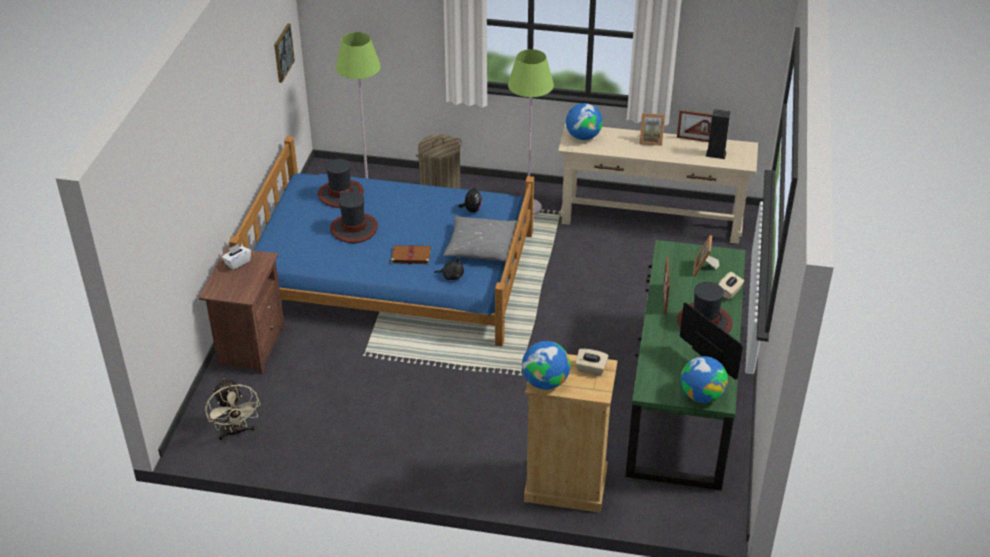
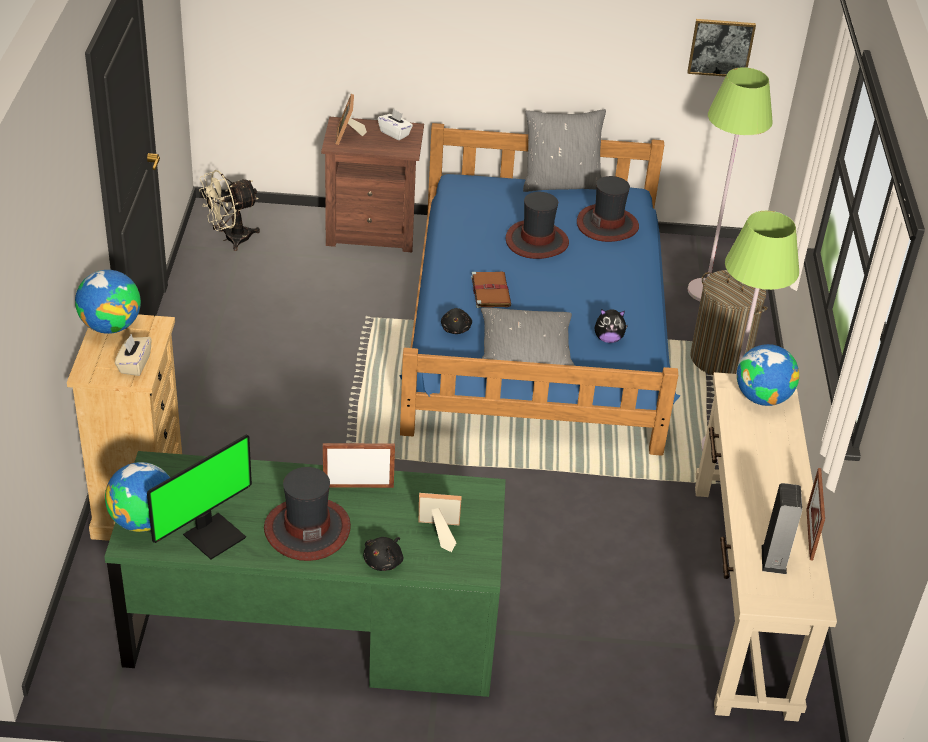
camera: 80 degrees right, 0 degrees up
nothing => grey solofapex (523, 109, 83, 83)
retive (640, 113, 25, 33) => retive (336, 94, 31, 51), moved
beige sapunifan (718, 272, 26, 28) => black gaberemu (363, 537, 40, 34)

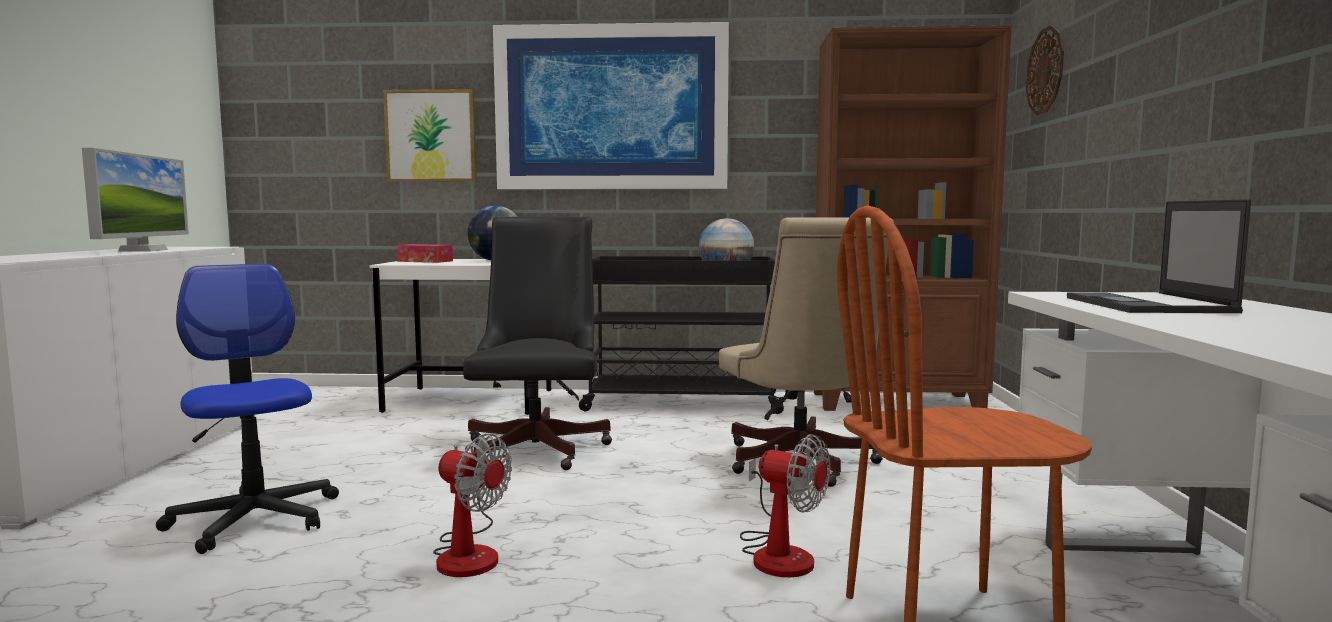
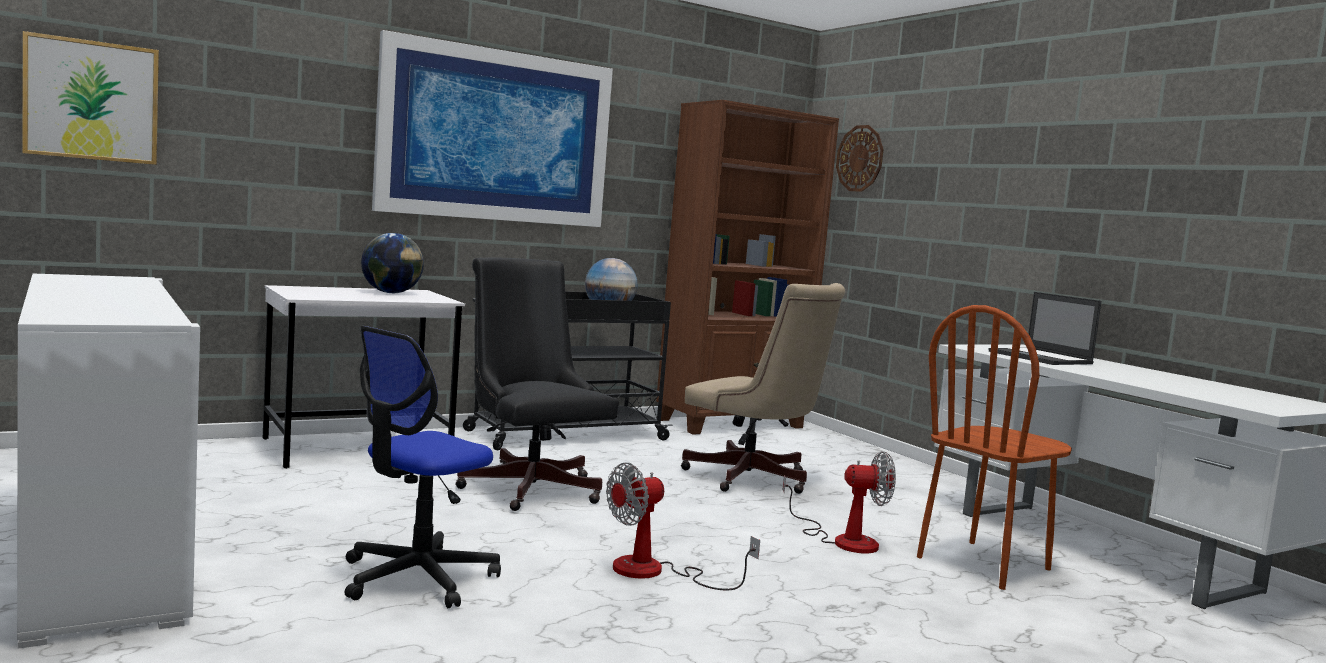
camera: 35 degrees left, 0 degrees up
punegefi (82, 148, 107, 104) => nothing
sapunifan (397, 244, 56, 19) => nothing
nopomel (383, 89, 94, 93) => nopomel (22, 31, 137, 134), moved
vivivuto (156, 264, 183, 290) => vivivuto (344, 326, 157, 282), 75 degrees counterclockwise
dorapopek (433, 434, 79, 143) => dorapopek (606, 463, 154, 128), 150 degrees clockwise

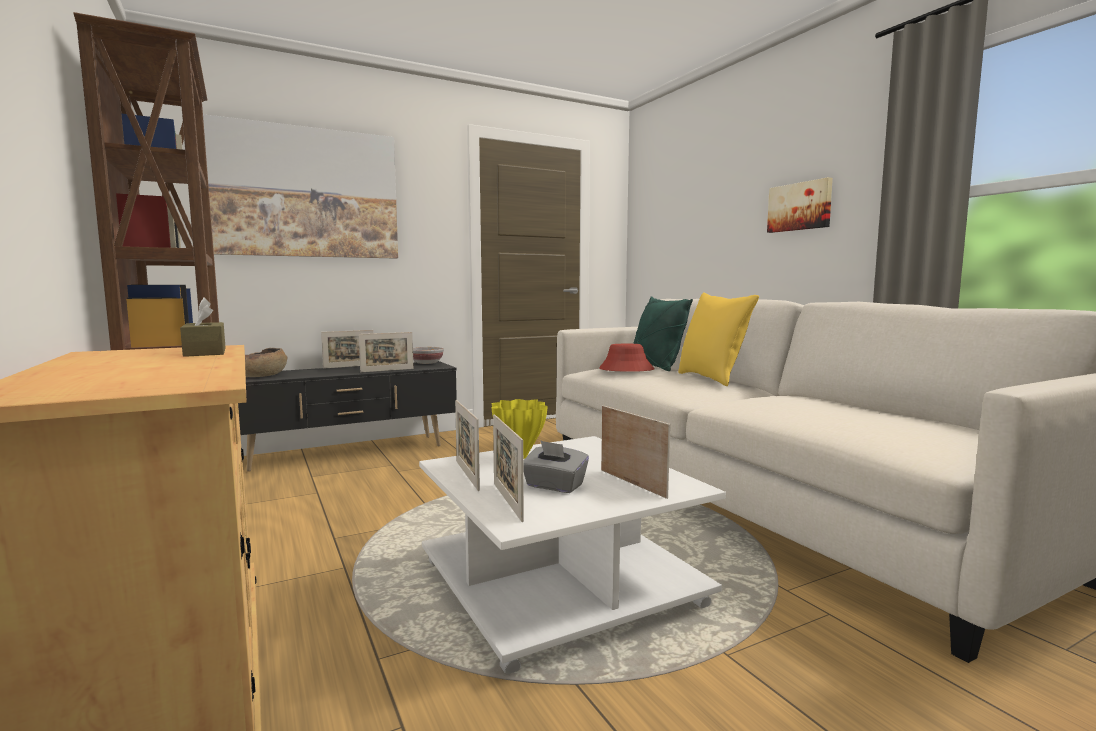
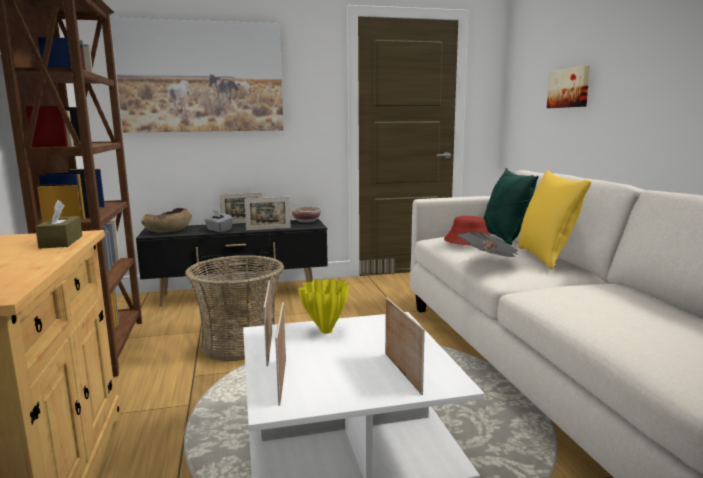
camera: 15 degrees right, 5 degrees up
nothing => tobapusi (185, 255, 99, 106)
nothing => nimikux (458, 232, 59, 25)
grey sapunifan (523, 440, 66, 53) => grey sapunifan (205, 210, 28, 22), moved
nopomel (767, 177, 66, 56) => nopomel (547, 66, 43, 42), moved

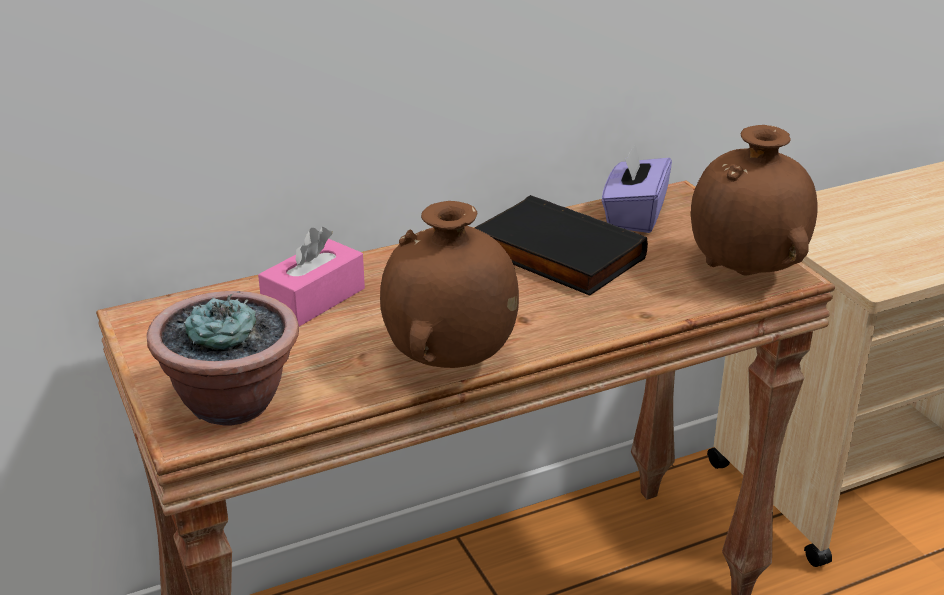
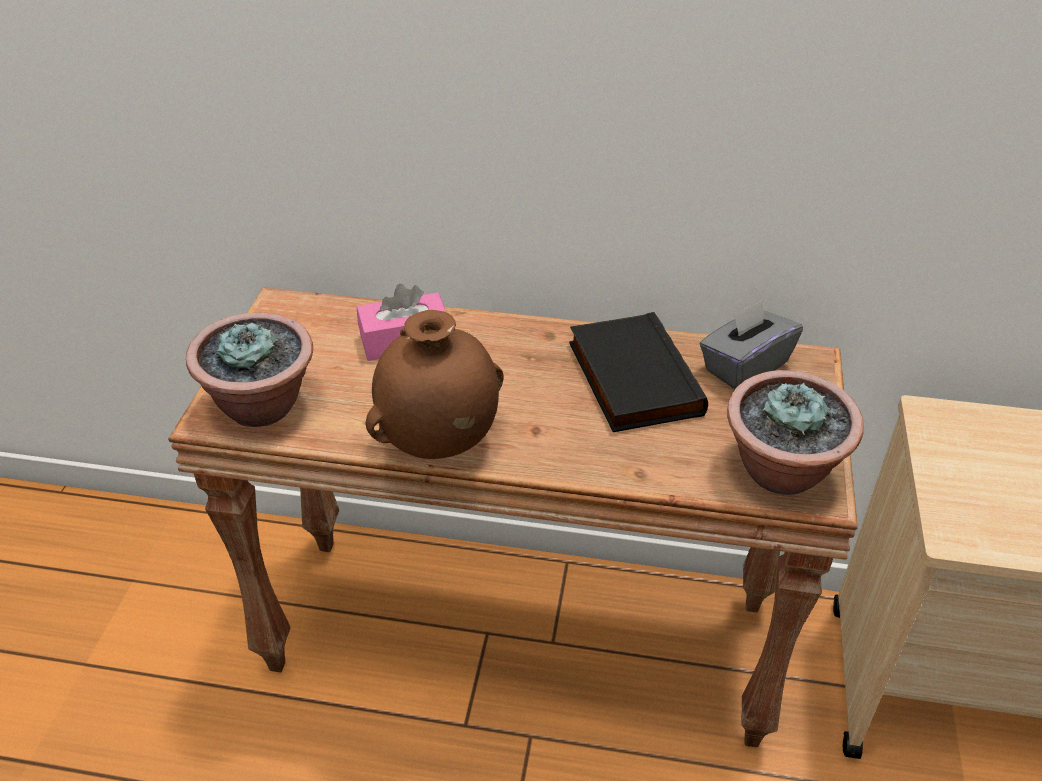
camera: 35 degrees right, 10 degrees up
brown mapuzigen (691, 125, 126, 151) => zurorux (727, 370, 137, 125)
purple sapunifan (602, 144, 70, 89) => grey sapunifan (700, 300, 103, 89)

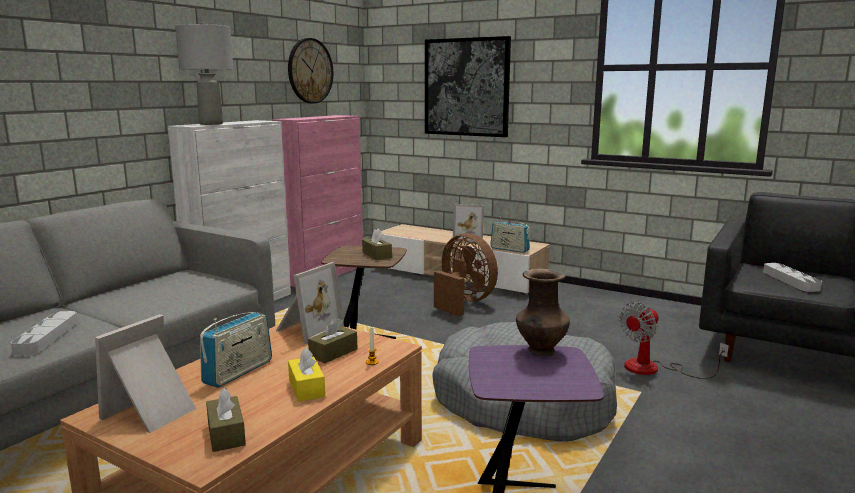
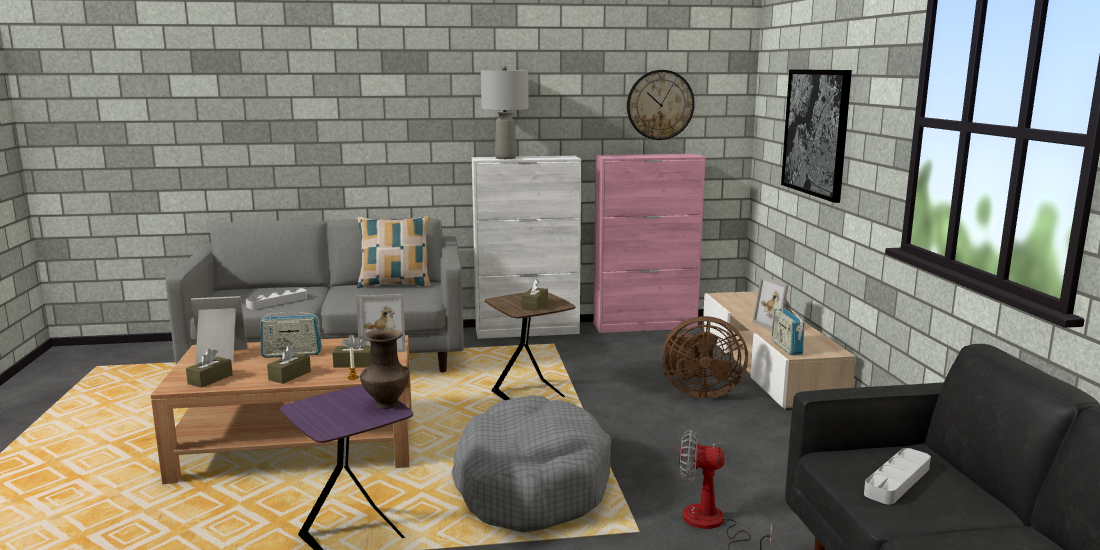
camera: 50 degrees right, 0 degrees up
nothing => solofapex (357, 216, 73, 72)
yellow sapunifan (288, 348, 37, 54) => brown sapunifan (267, 345, 44, 39)
brown dorapopek (434, 233, 64, 83) => brown dorapopek (662, 316, 86, 83), 90 degrees clockwise

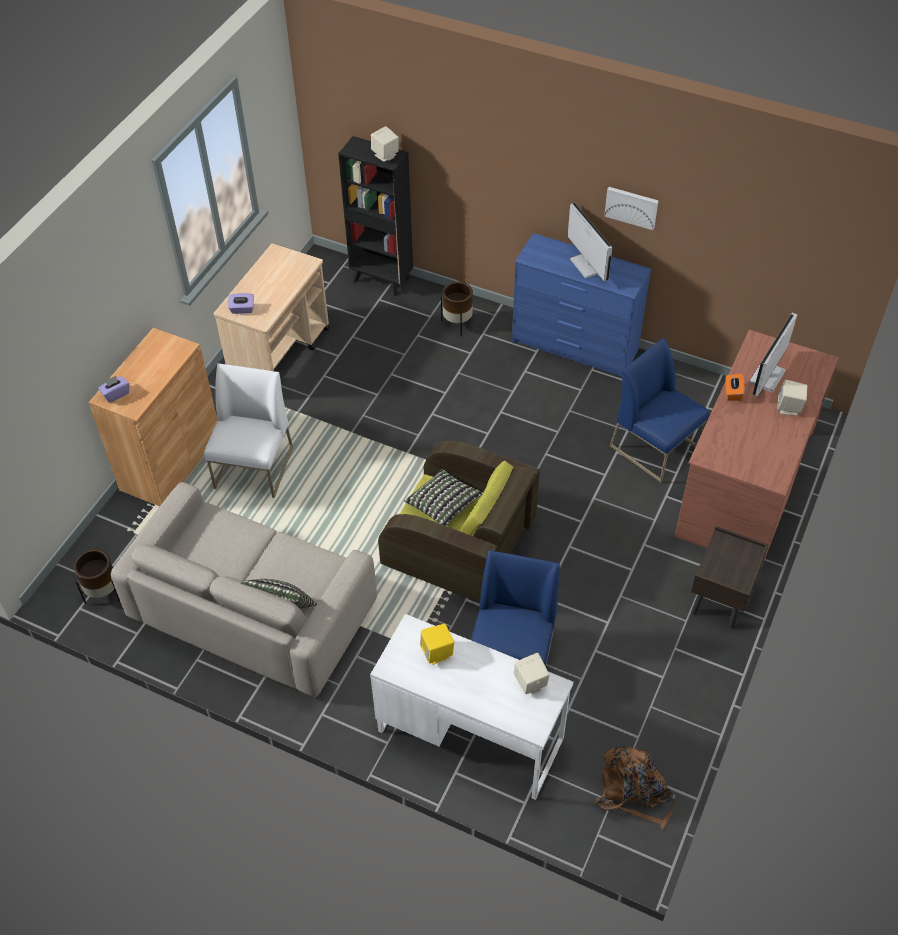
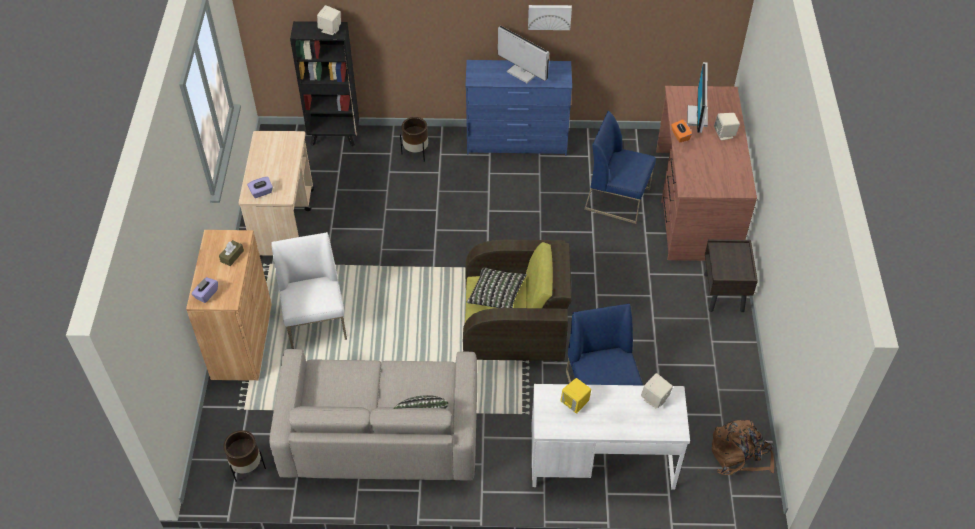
camera: 25 degrees left, 0 degrees up
nothing => brown sapunifan (219, 240, 25, 26)

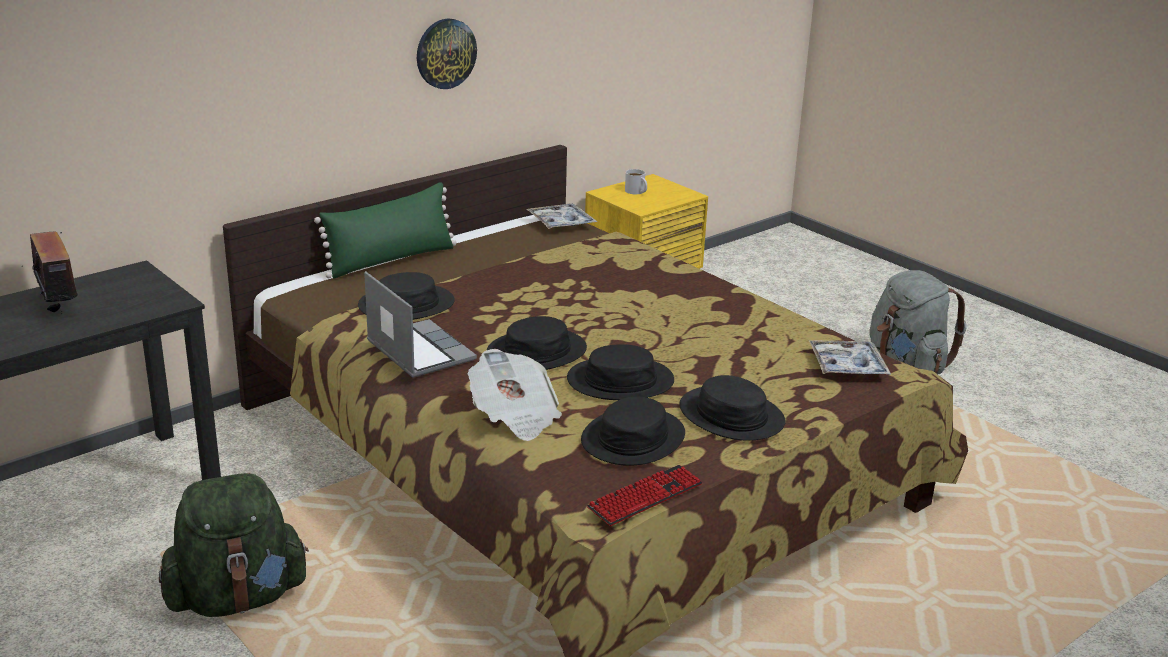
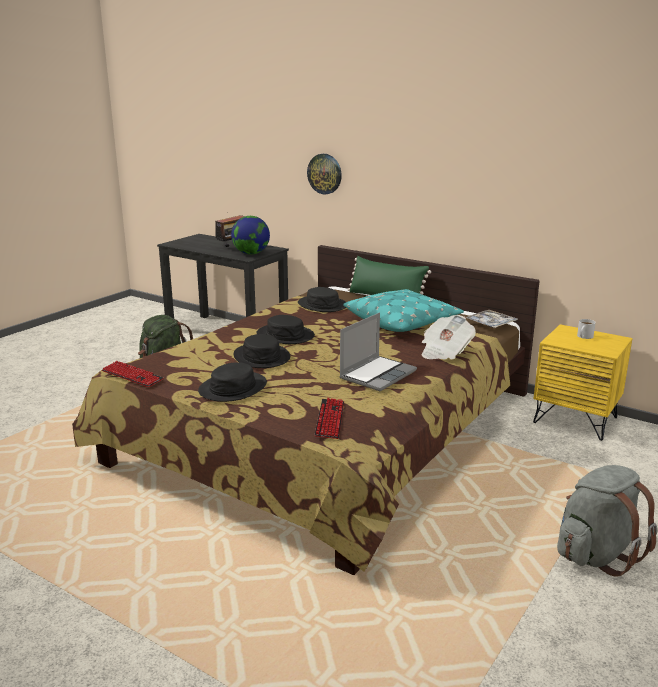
camera: 75 degrees right, 5 degrees down
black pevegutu (581, 396, 104, 70) => nothing
nothing => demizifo (231, 216, 39, 38)
nothing => turquoise solofapex (343, 289, 121, 43)
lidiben (364, 271, 113, 107) => lidiben (339, 313, 78, 78), moved
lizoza (417, 18, 60, 71) => lizoza (307, 154, 35, 41), moved
nimikux (468, 349, 94, 92) => nimikux (422, 315, 54, 45), moved
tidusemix (809, 340, 82, 34) => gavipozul (315, 398, 29, 41)

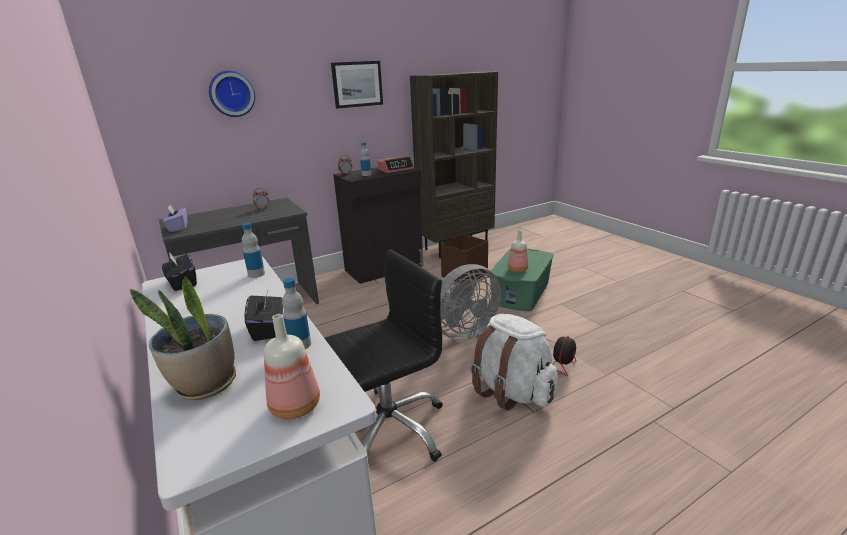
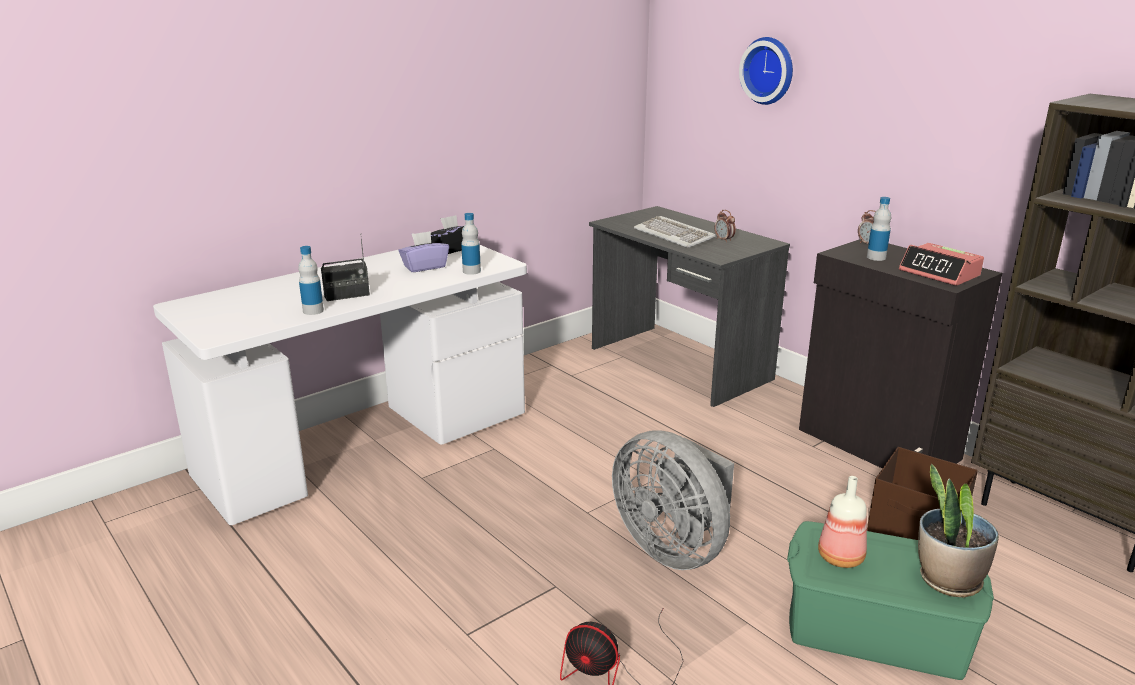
camera: 80 degrees right, 0 degrees up
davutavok (264, 314, 56, 105) => nothing
black vivivuto (325, 249, 118, 213) => nothing
nopomel (331, 61, 52, 48) => nothing
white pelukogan (471, 314, 87, 97) => nothing
nothing => gavipozul (634, 216, 82, 32)
zurorux (130, 276, 106, 124) => zurorux (918, 464, 81, 134), moved
purple sapunifan (163, 205, 24, 27) => purple sapunifan (399, 231, 50, 41), moved
black sapunifan (245, 288, 38, 53) => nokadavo (321, 234, 49, 67)

